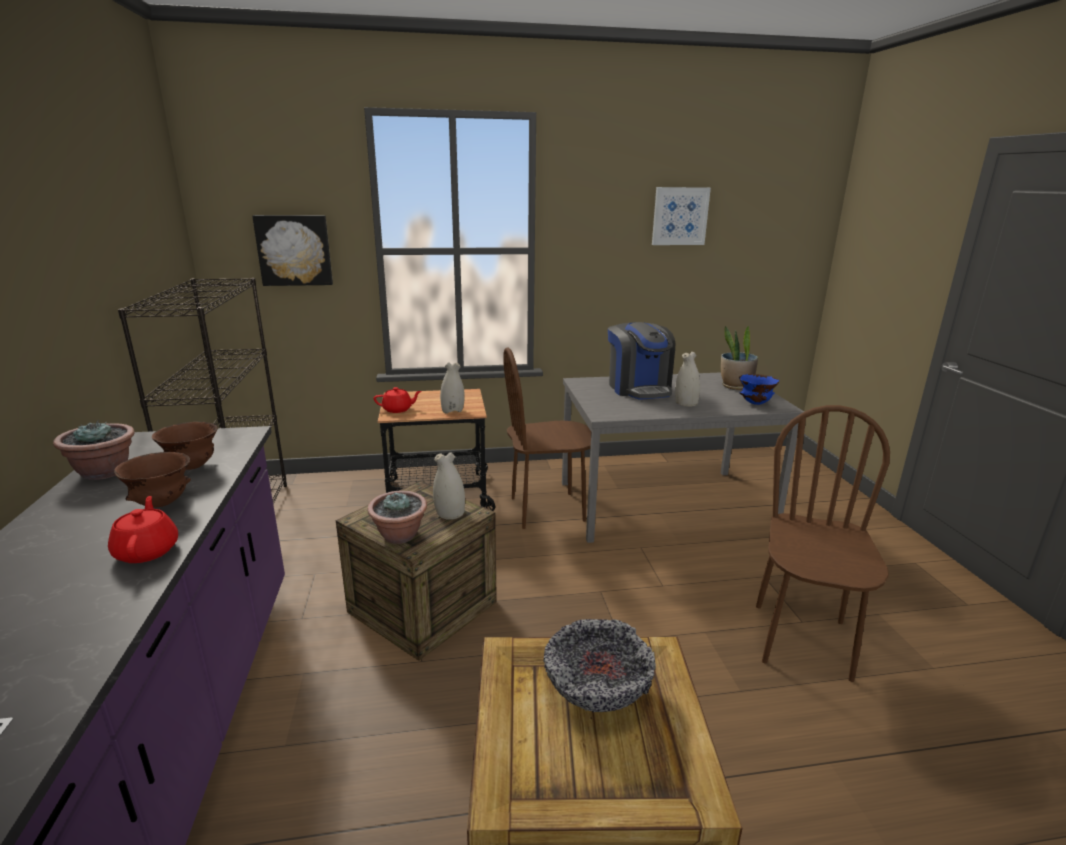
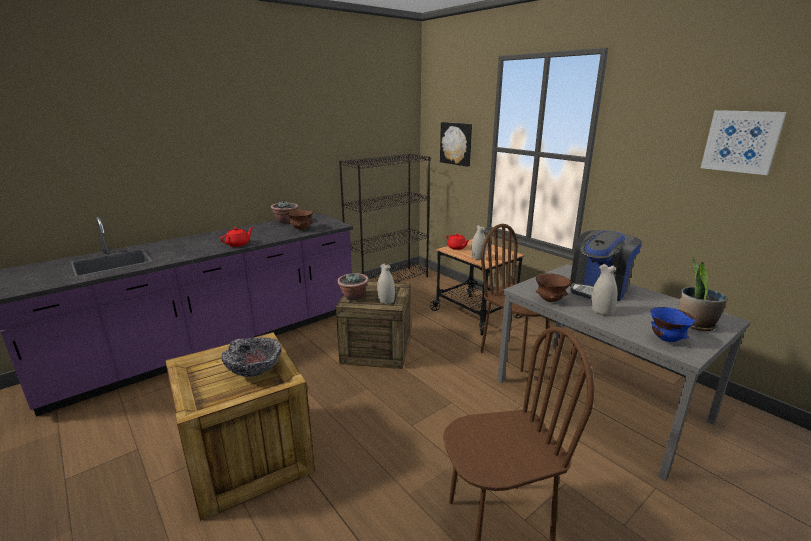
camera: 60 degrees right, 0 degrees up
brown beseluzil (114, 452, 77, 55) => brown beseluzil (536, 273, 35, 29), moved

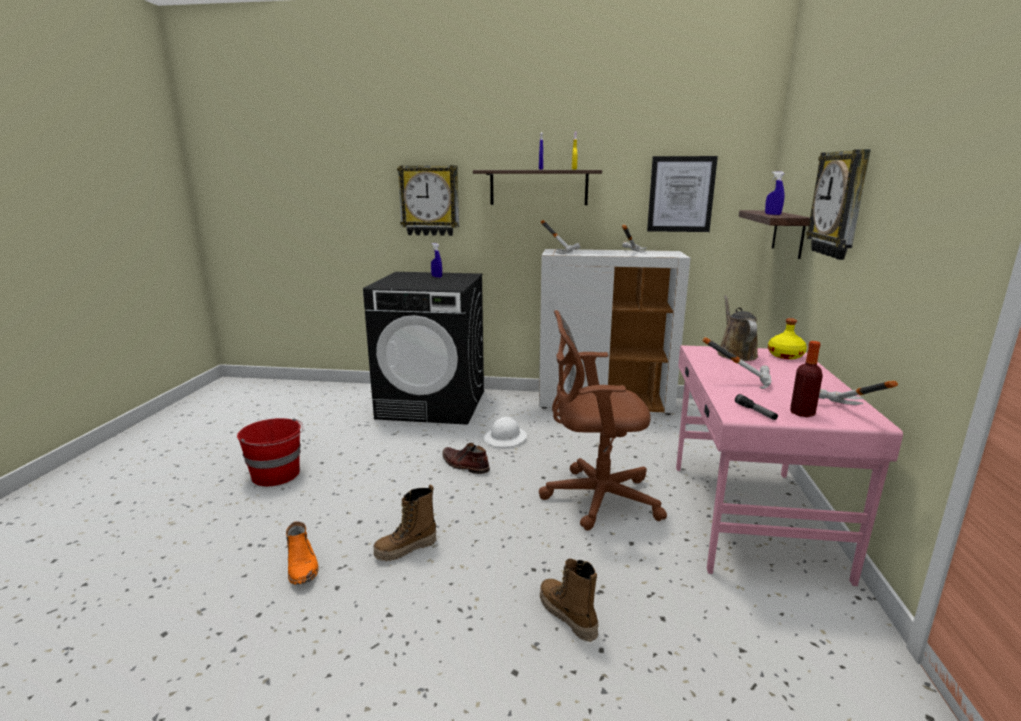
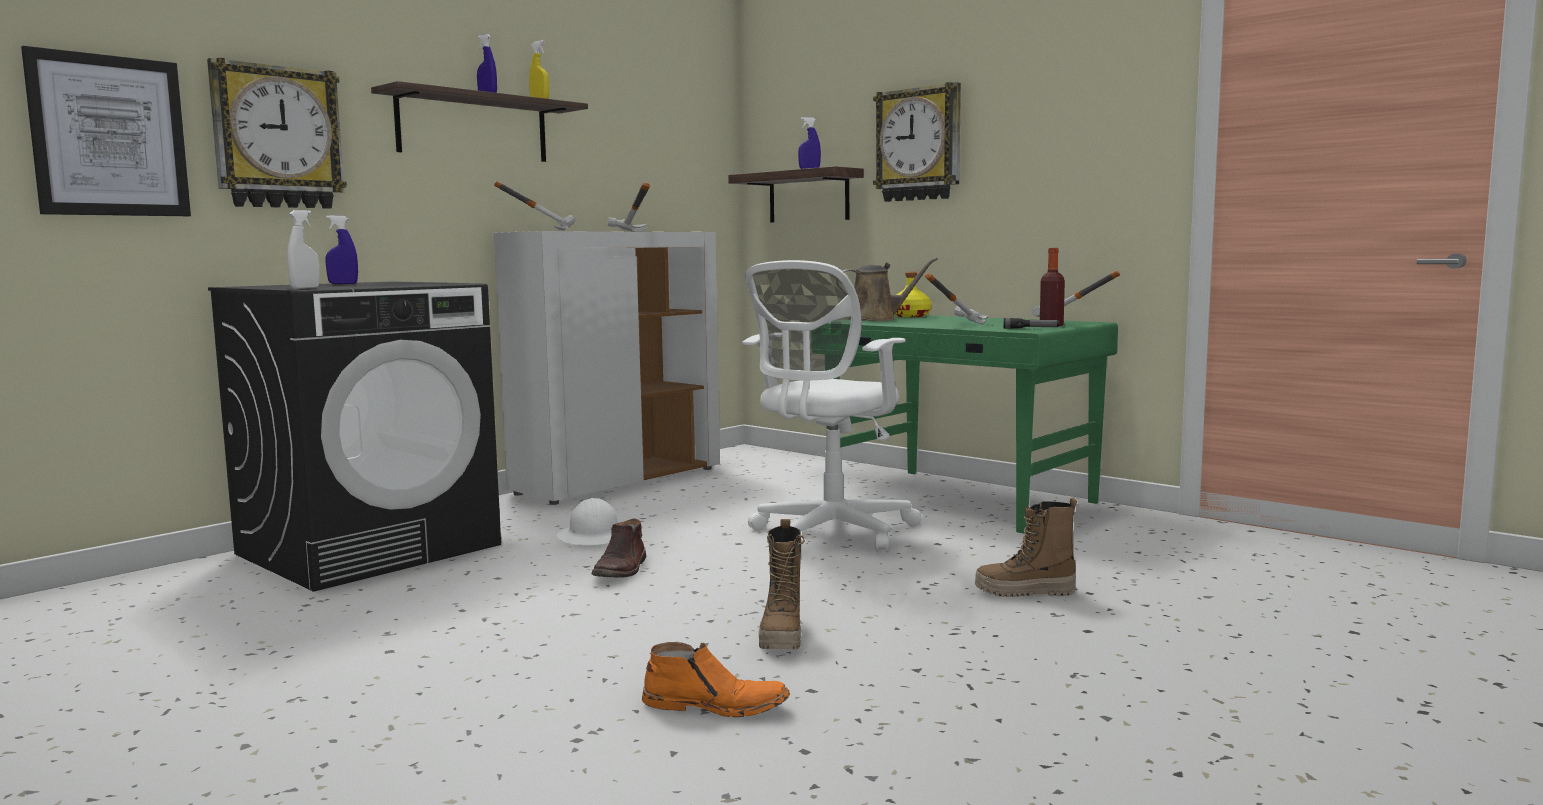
camera: 55 degrees left, 10 degrees down
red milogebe (237, 418, 66, 68) => nothing
nothing => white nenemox (287, 210, 33, 79)
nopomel (647, 156, 71, 76) => nopomel (21, 46, 170, 170), moved
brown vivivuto (539, 310, 128, 221) => white vivivuto (742, 260, 180, 292)
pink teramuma (676, 345, 227, 241) => green teramuma (821, 315, 297, 219)
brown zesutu (442, 443, 48, 31) => brown zesutu (592, 518, 54, 59), 60 degrees counterclockwise
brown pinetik (718, 295, 40, 66) => brown pinetik (843, 257, 95, 64), 135 degrees clockwise

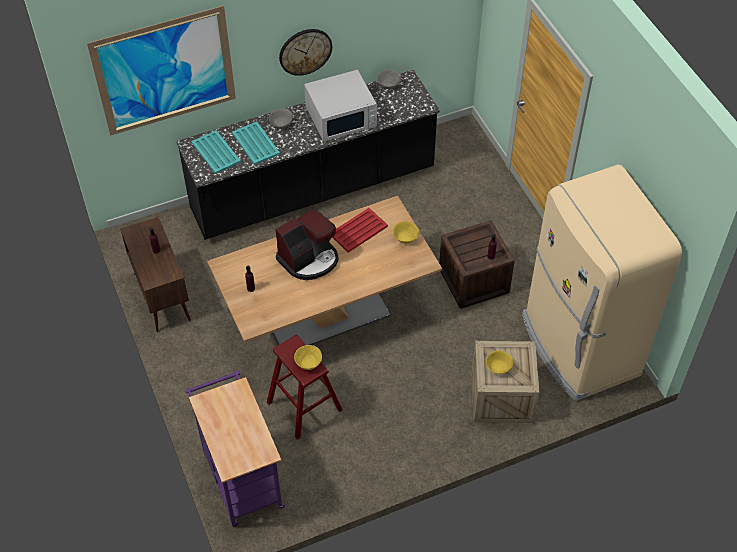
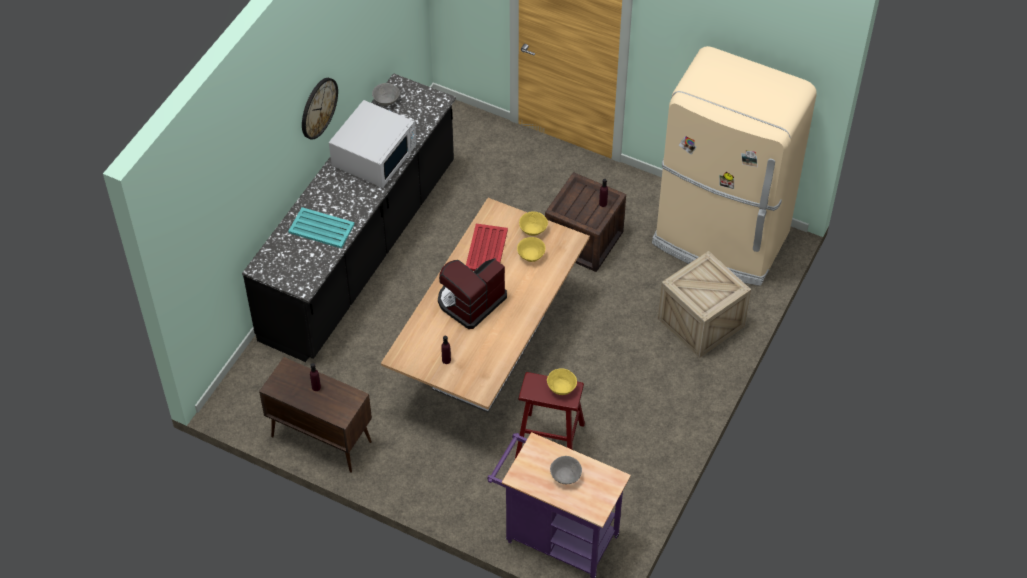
camera: 40 degrees left, 0 degrees up
nopomel (87, 5, 149, 131) => nothing
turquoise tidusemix (191, 130, 50, 44) => nothing
grey beseluzil (269, 108, 24, 21) => grey beseluzil (550, 456, 32, 28), moved
yellow beseluzil (486, 350, 27, 24) => yellow beseluzil (517, 237, 29, 25), moved
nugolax (275, 209, 64, 71) => nugolax (438, 258, 69, 71), 150 degrees counterclockwise

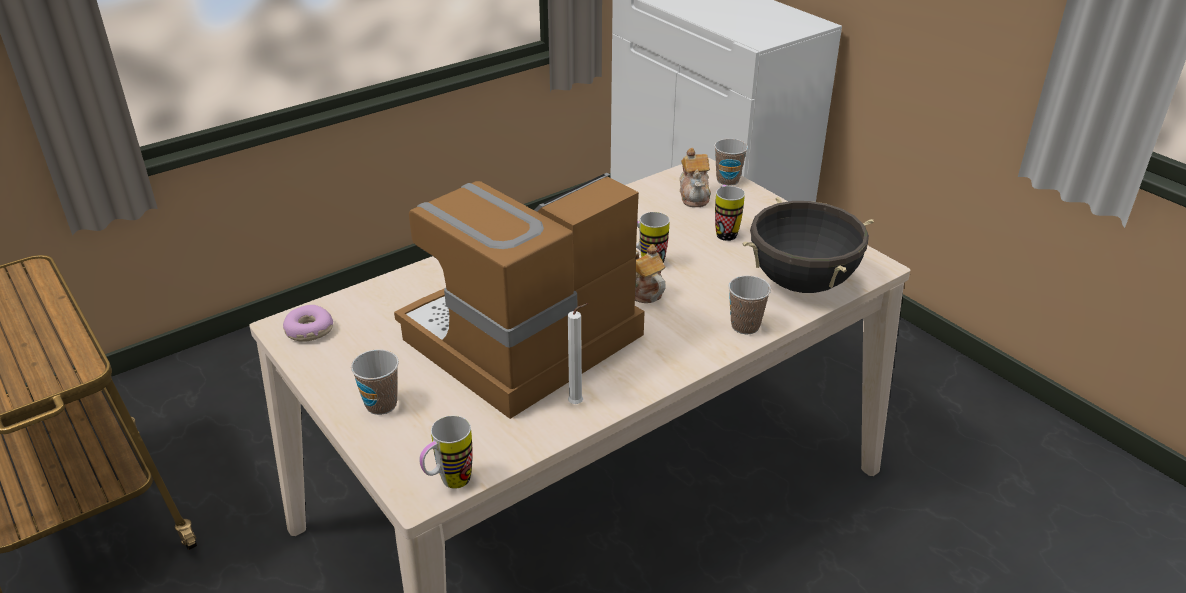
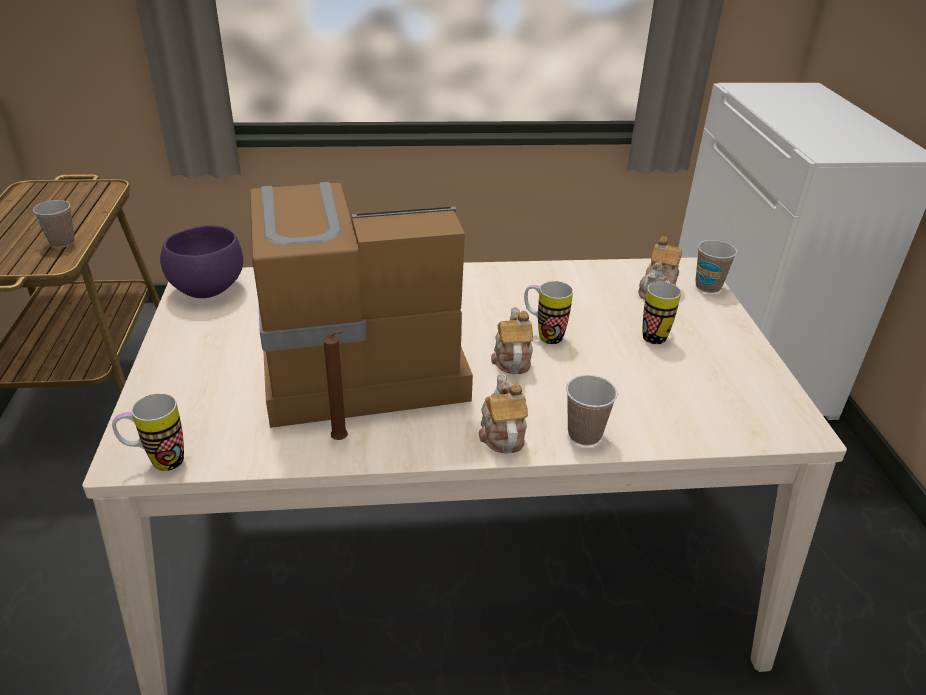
camera: 30 degrees right, 0 degrees up
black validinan (743, 197, 131, 96) => nothing
nothing => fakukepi (479, 373, 49, 81)
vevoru (351, 349, 48, 66) => vevoru (33, 200, 42, 48), moved
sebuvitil (283, 305, 50, 37) => purple beseluzil (160, 225, 83, 73)
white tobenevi (568, 303, 20, 101) => brown tobenevi (323, 331, 25, 109)

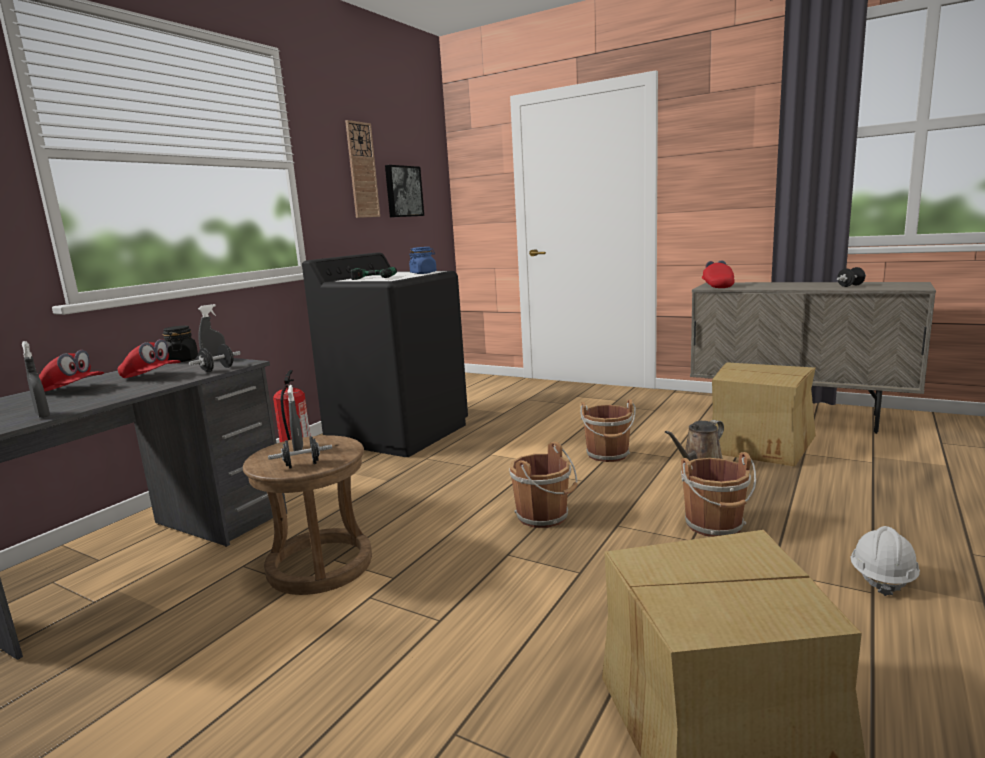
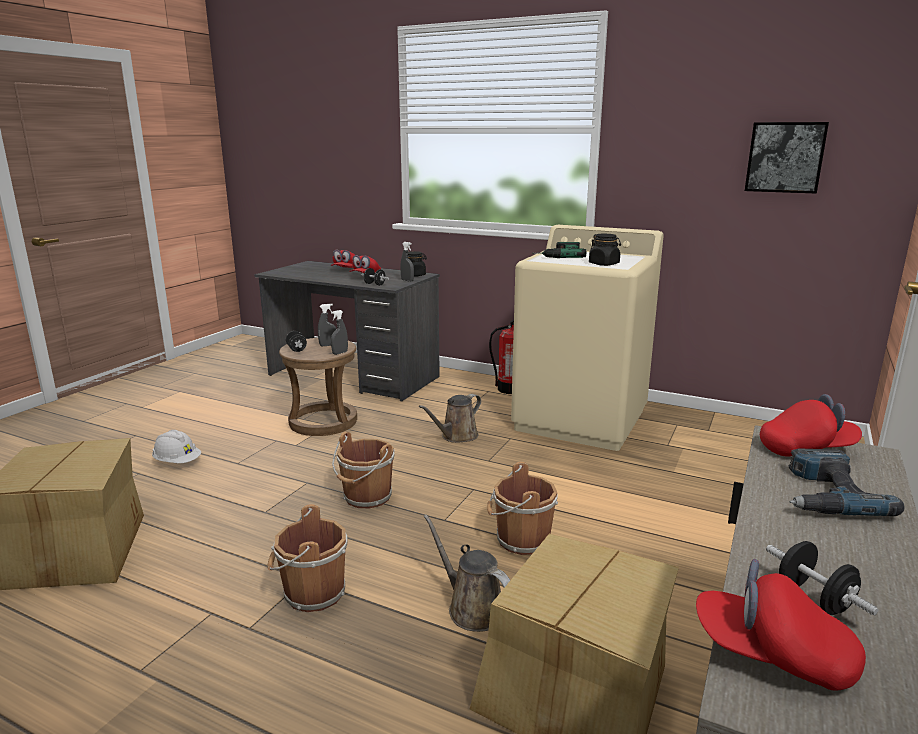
camera: 85 degrees right, 5 degrees up
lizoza (345, 120, 35, 98) => nothing
nothing => brown pinetik (419, 394, 62, 49)
nothing => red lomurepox (696, 559, 170, 131)
nothing => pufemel (788, 448, 116, 68)
grey nenemox (22, 341, 28, 77) => grey nenemox (331, 310, 17, 45), moved
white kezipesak (850, 526, 70, 70) => white kezipesak (152, 430, 49, 33), moved
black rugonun (302, 253, 166, 204) => beige rugonun (511, 225, 153, 226)
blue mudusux (409, 247, 28, 27) => black mudusux (589, 234, 32, 32)

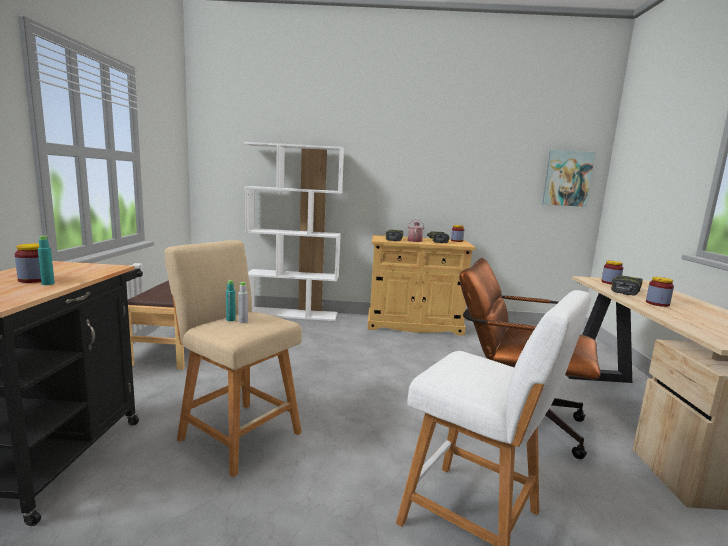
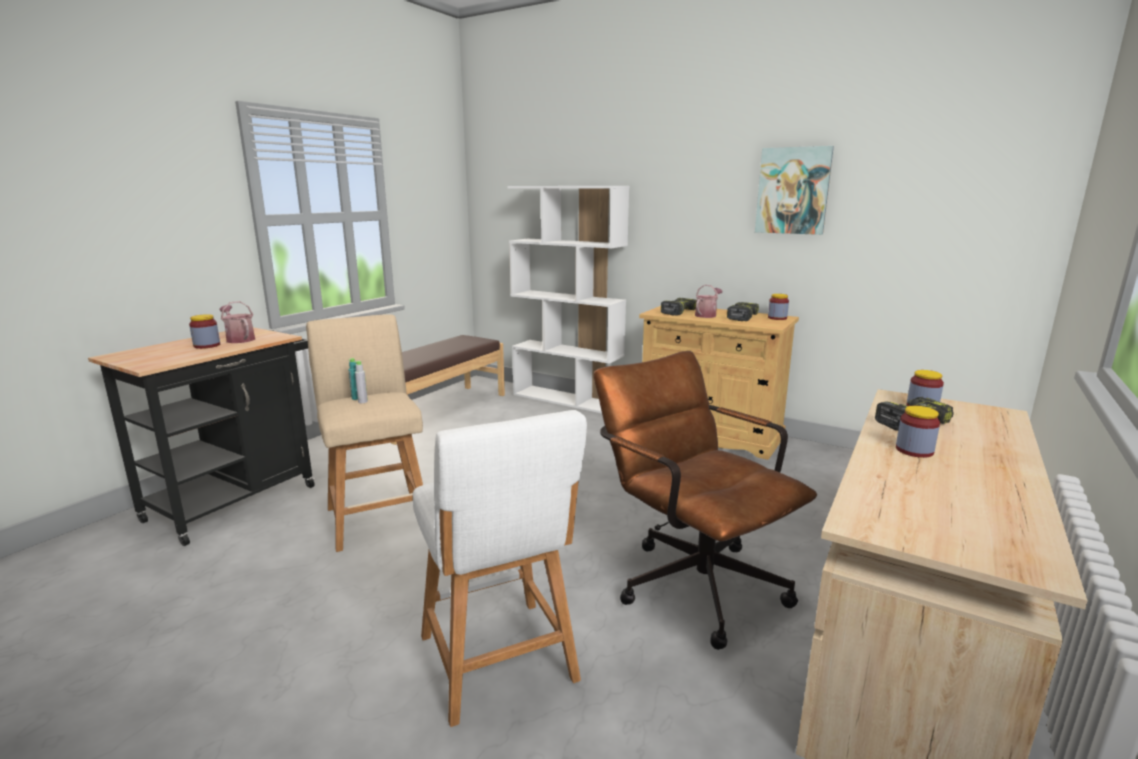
camera: 30 degrees right, 5 degrees up
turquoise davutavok (38, 236, 17, 49) => nothing
nothing => pinetik (219, 301, 36, 42)
nopomel (542, 150, 53, 57) => nopomel (755, 146, 79, 89), moved

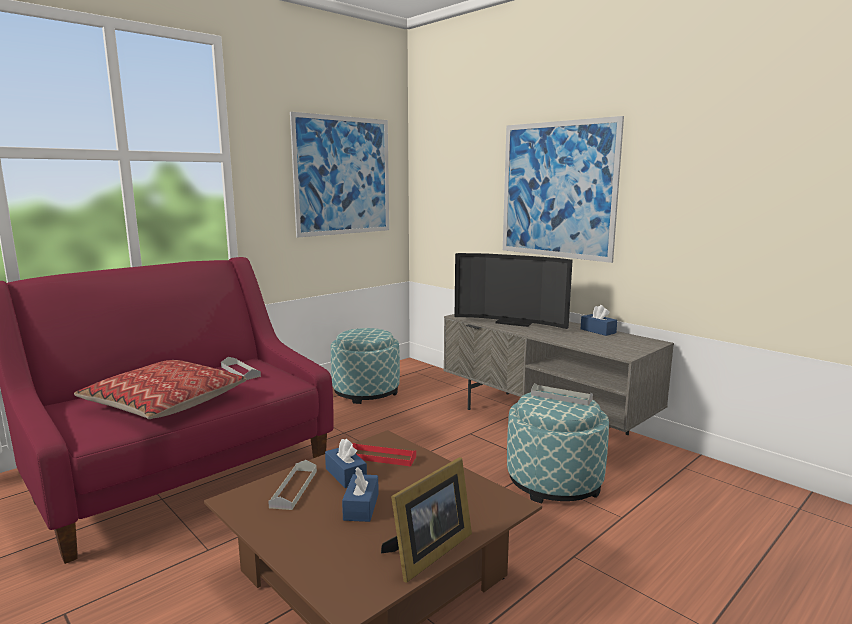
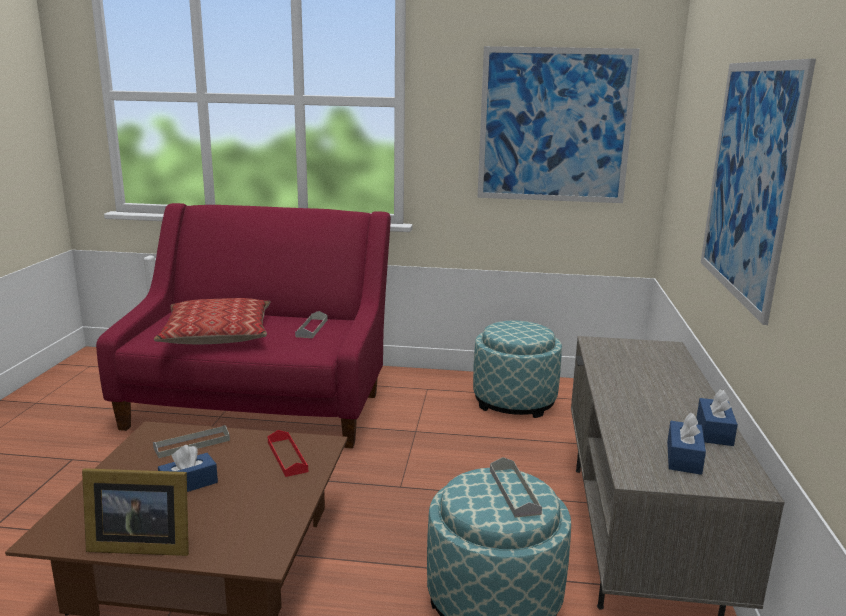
camera: 50 degrees right, 5 degrees up
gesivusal (455, 253, 118, 76) => nothing
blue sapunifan (325, 439, 42, 49) => blue sapunifan (667, 413, 39, 62), moved

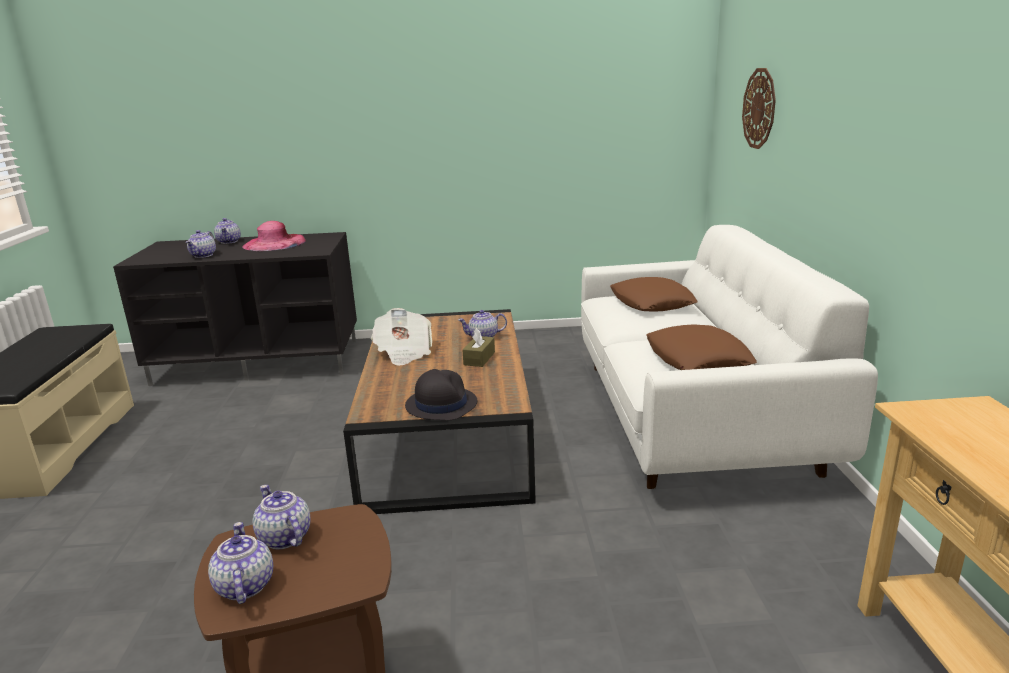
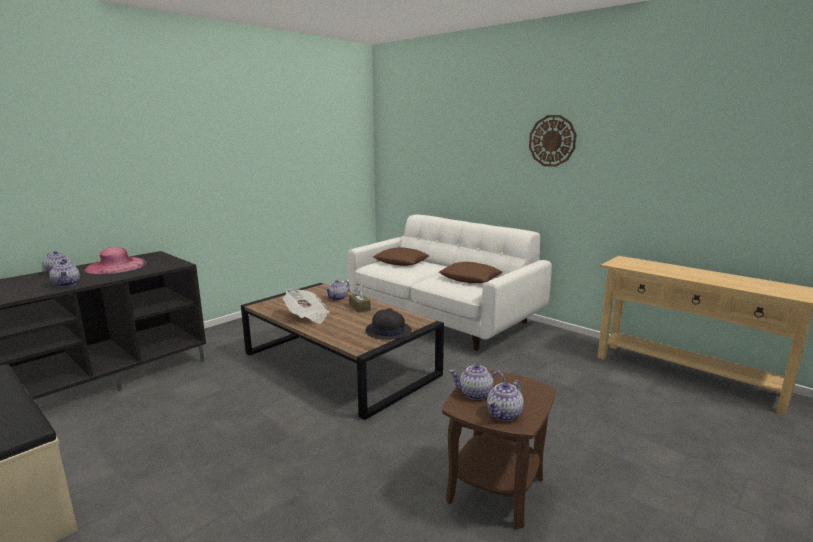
camera: 45 degrees left, 5 degrees down
lizoza (742, 68, 34, 81) => lizoza (529, 115, 48, 52), moved
fakukepi (208, 522, 65, 82) => fakukepi (487, 380, 37, 41), 75 degrees counterclockwise

